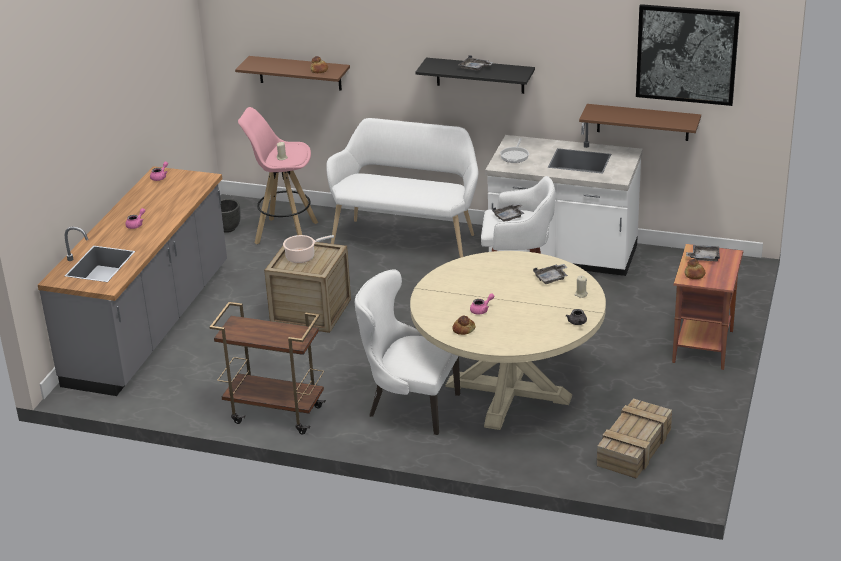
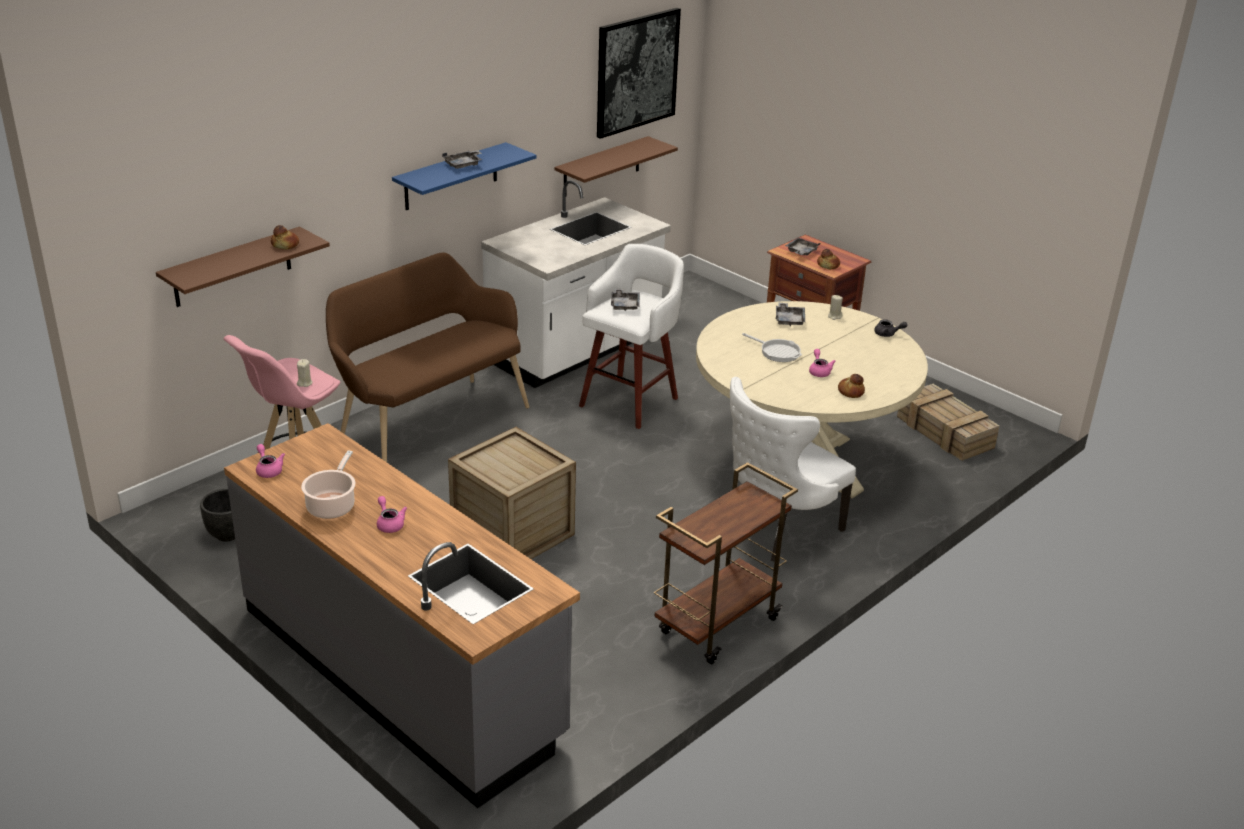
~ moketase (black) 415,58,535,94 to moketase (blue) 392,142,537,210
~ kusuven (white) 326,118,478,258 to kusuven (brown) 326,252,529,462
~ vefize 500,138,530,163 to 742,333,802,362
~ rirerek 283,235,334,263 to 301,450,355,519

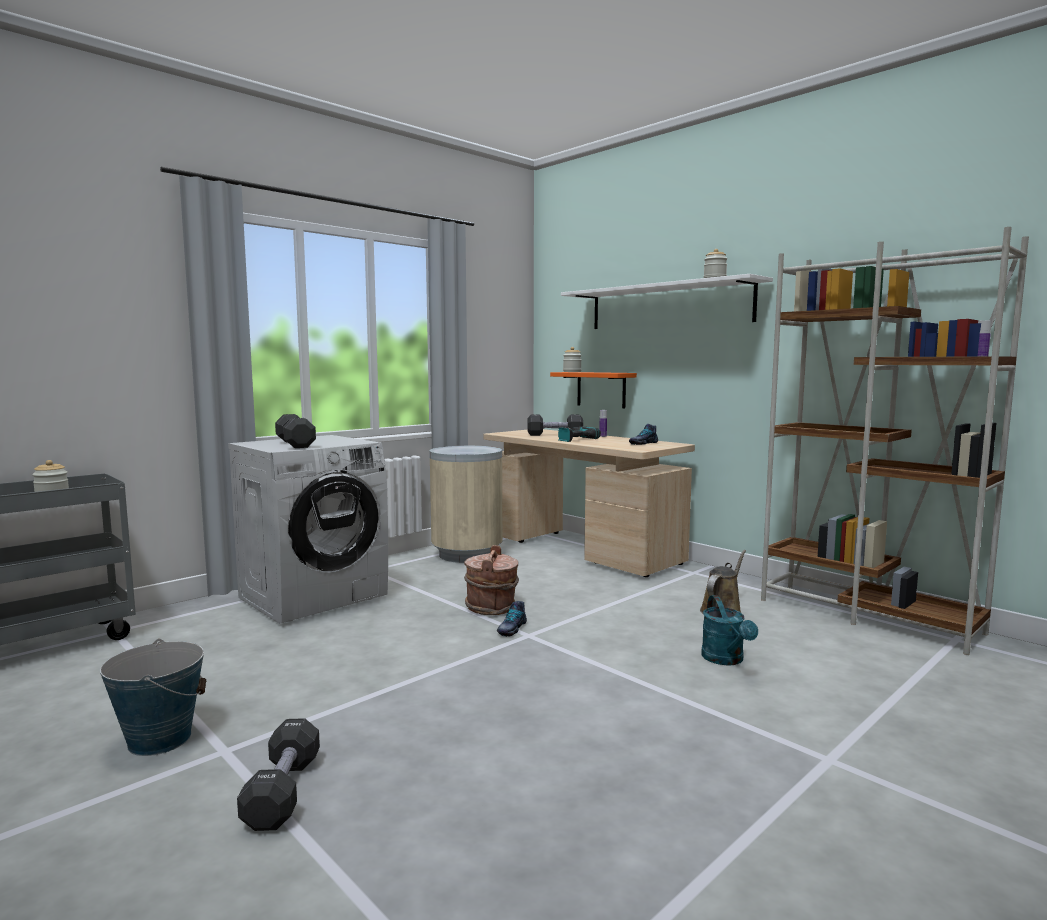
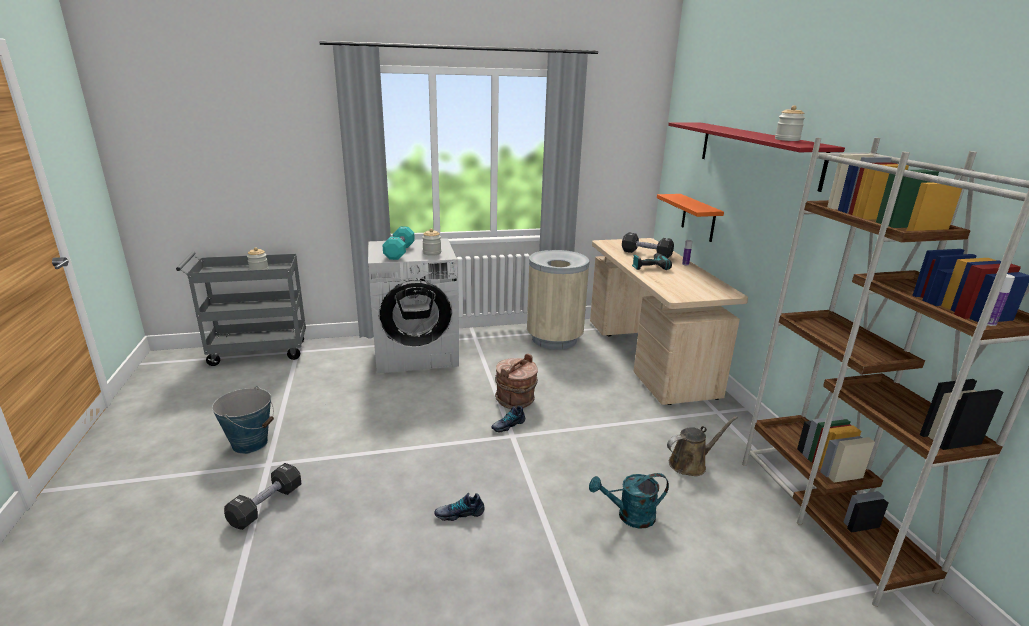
~ moketase (white) 561,274,773,329 to moketase (red) 668,122,845,192
~ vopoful 563,347,582,372 to 422,229,441,256
~ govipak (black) 275,414,316,448 to govipak (turquoise) 383,226,415,260
~ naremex 629,424,658,445 to 434,493,485,521
~ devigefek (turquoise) 701,595,758,665 = 589,473,669,529 60 degrees clockwise

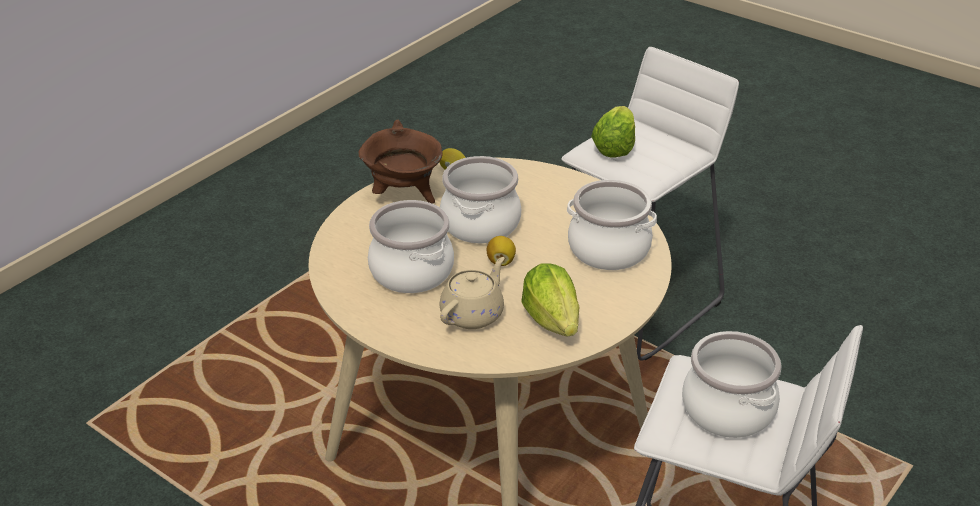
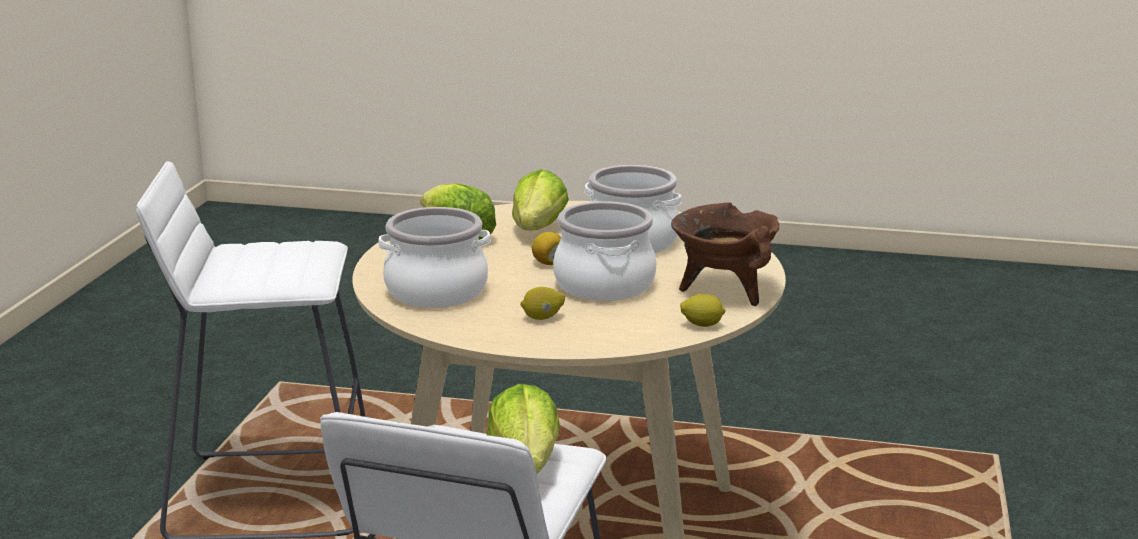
~ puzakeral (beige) 439,257,504,329 to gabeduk 512,169,569,231
- rirerek 682,331,782,438
+ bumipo 520,287,565,320

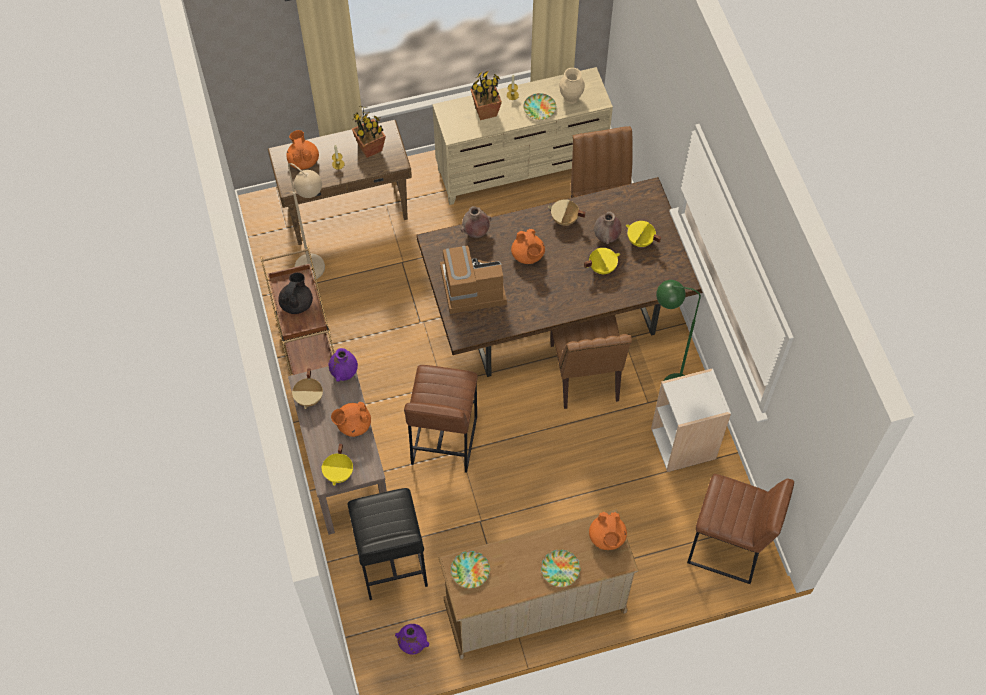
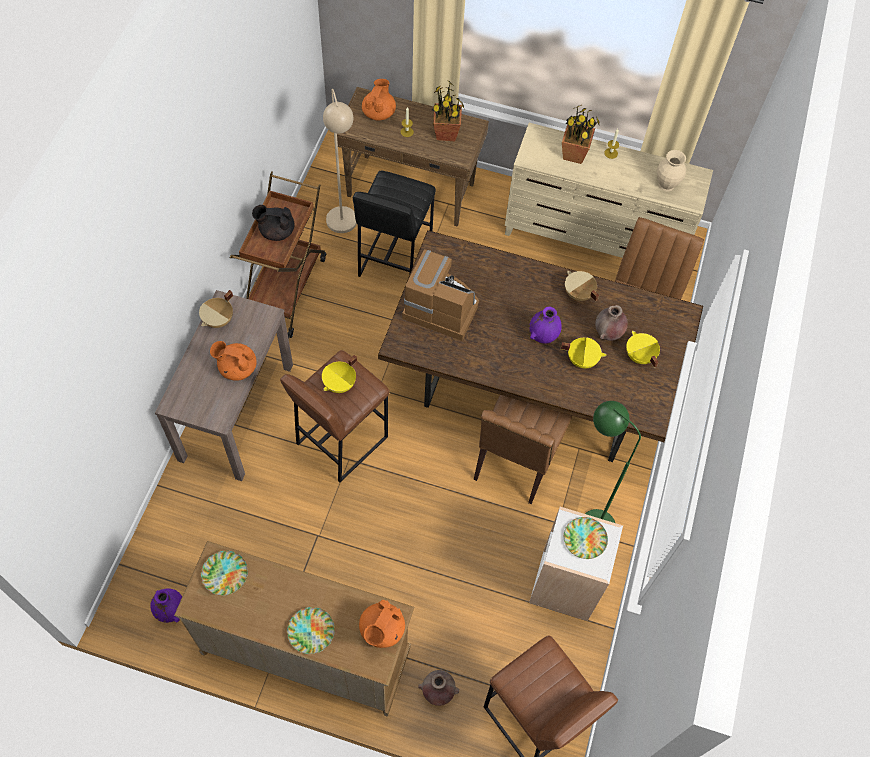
~ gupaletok 523,93,556,120 to 564,517,608,559
~ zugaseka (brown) 461,206,492,238 to 418,670,459,706
- puzakeral (orange) 511,229,545,264
~ puzakeral (black) 278,273,313,314 = 252,205,295,241 135 degrees counterclockwise
~ zugaseka (purple) 329,348,358,382 to 529,307,562,344
~ rirerek (yellow) 322,444,353,486 to 322,355,357,393
~ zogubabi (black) 348,488,428,600 to 353,171,436,277

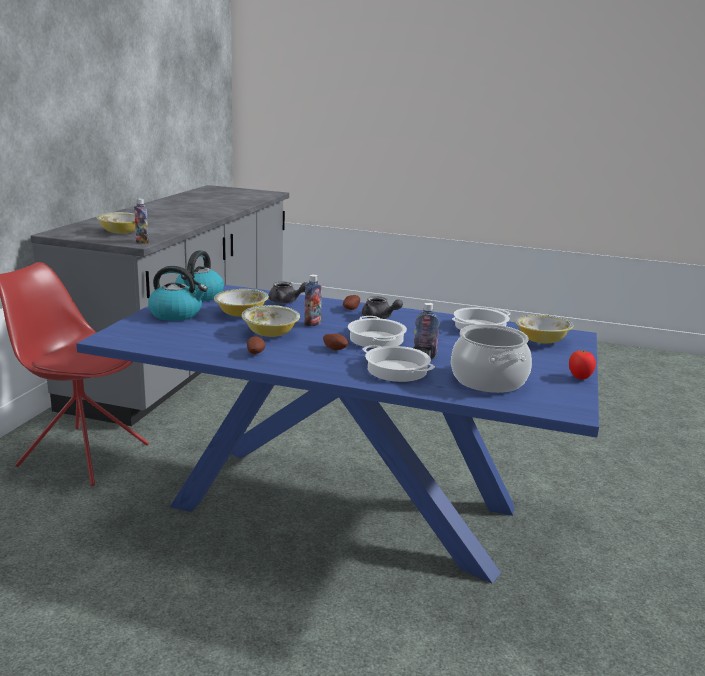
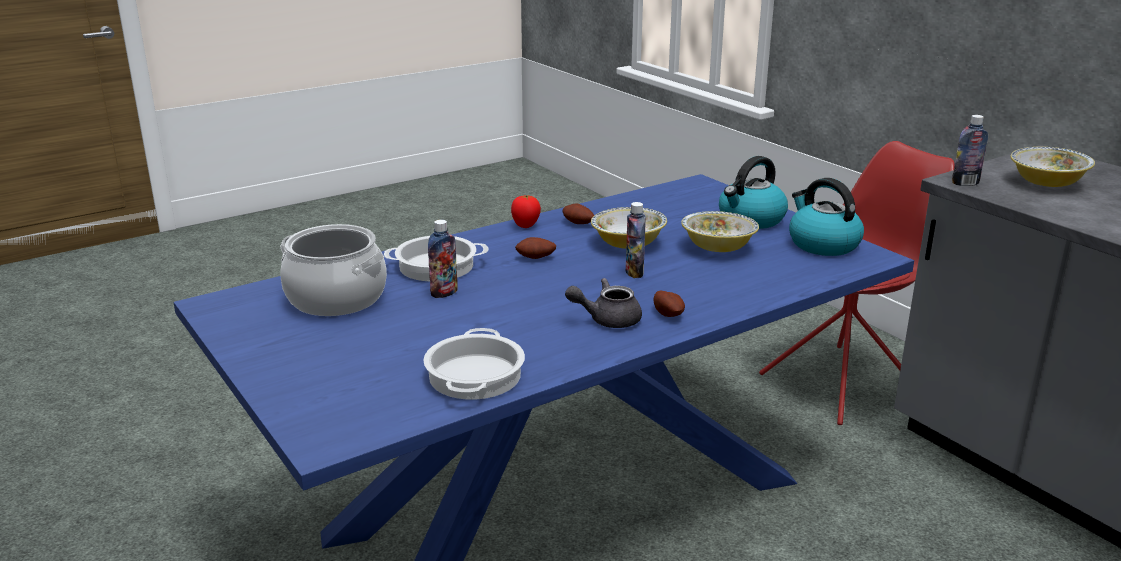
- puzakeral (grey) 269,282,307,303
- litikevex 515,314,574,343
- rirerek 348,316,407,348
~ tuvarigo 569,350,596,380 to 511,195,541,228

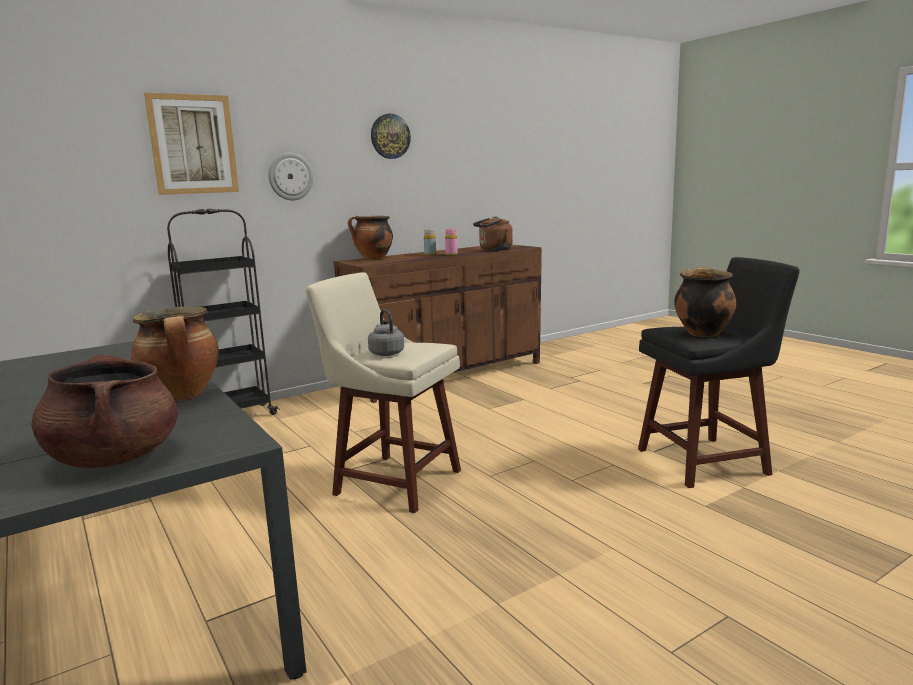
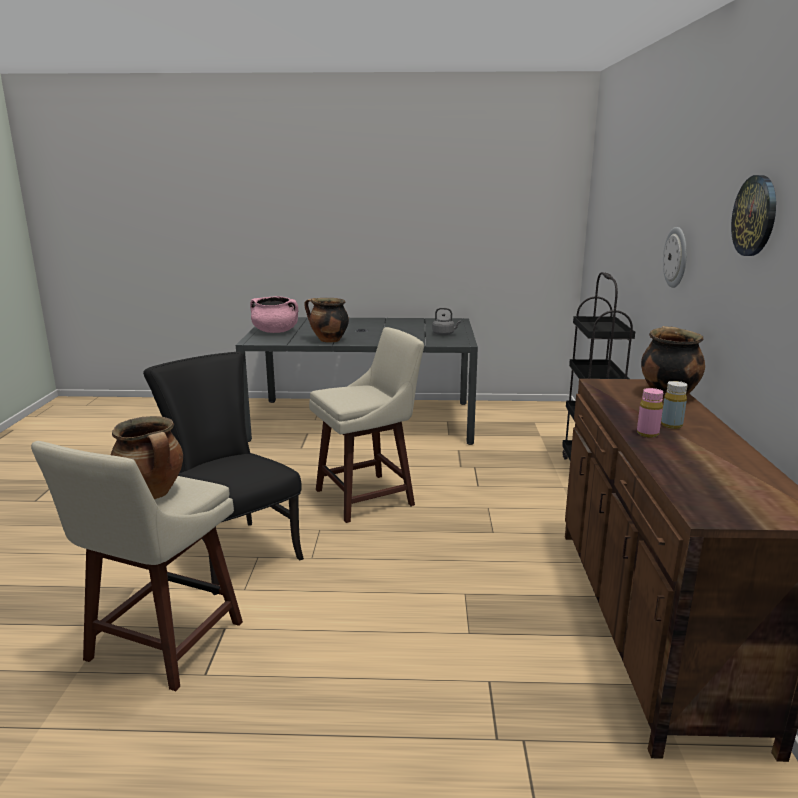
- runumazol 144,93,239,195
- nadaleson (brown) 473,216,513,250
~ zogubabi (black) 638,257,800,488 to zogubabi (beige) 31,441,243,691
~ nadaleson (grey) 368,309,404,356 to 432,308,461,336
~ rirerek (brown) 31,354,178,468 to rirerek (pink) 250,296,298,333
+ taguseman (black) 143,352,304,595

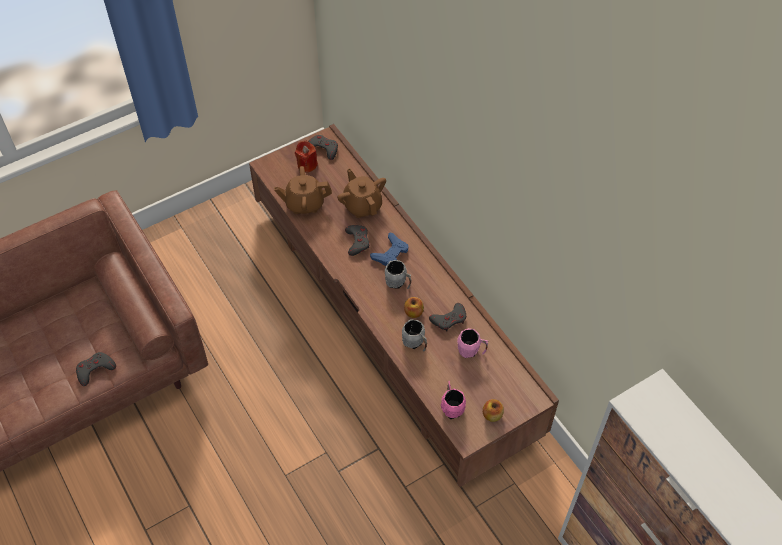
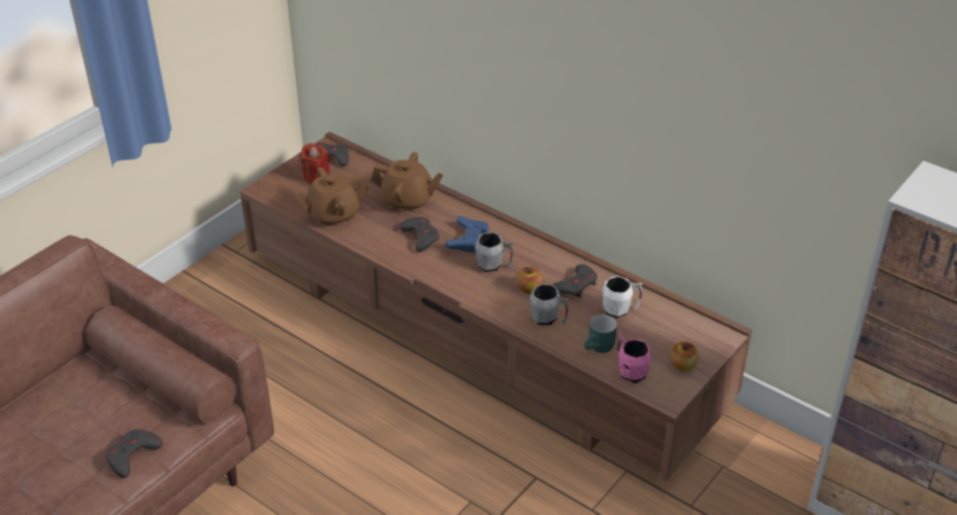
~ puzakeral (brown) 337,168,386,218 = 371,152,443,212 150 degrees clockwise
~ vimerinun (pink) 457,328,488,358 to vimerinun (white) 602,276,643,318
+ vimerinun (turquoise) 584,314,617,353

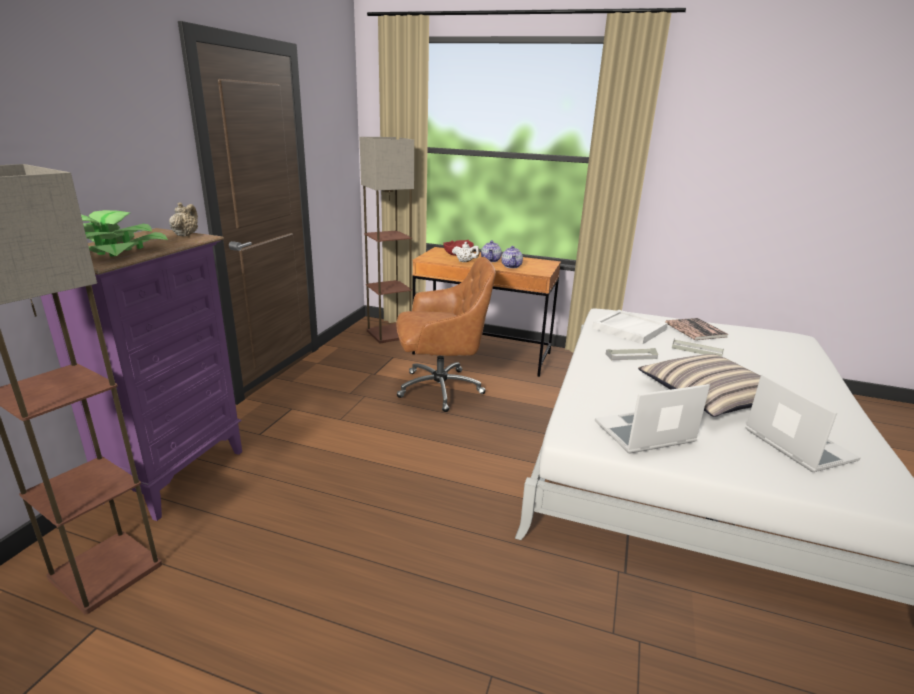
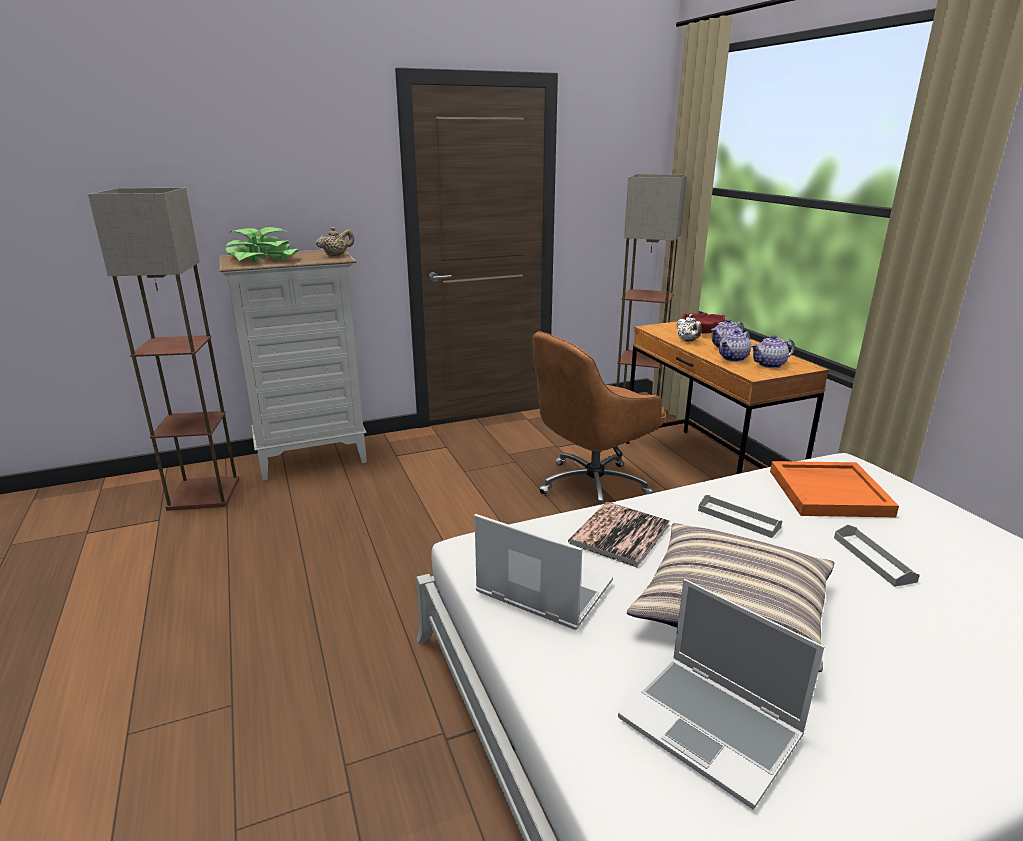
~ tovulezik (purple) 40,228,242,521 to tovulezik (white) 219,250,367,481
~ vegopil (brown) 396,257,496,412 = 532,331,666,505 105 degrees clockwise
~ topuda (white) 592,310,668,344 to topuda (orange) 770,461,899,517
~ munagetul 665,318,728,340 to 568,502,670,567
~ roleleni 745,374,860,472 = 618,579,824,810 105 degrees clockwise
+ puzakeral 750,335,795,368

